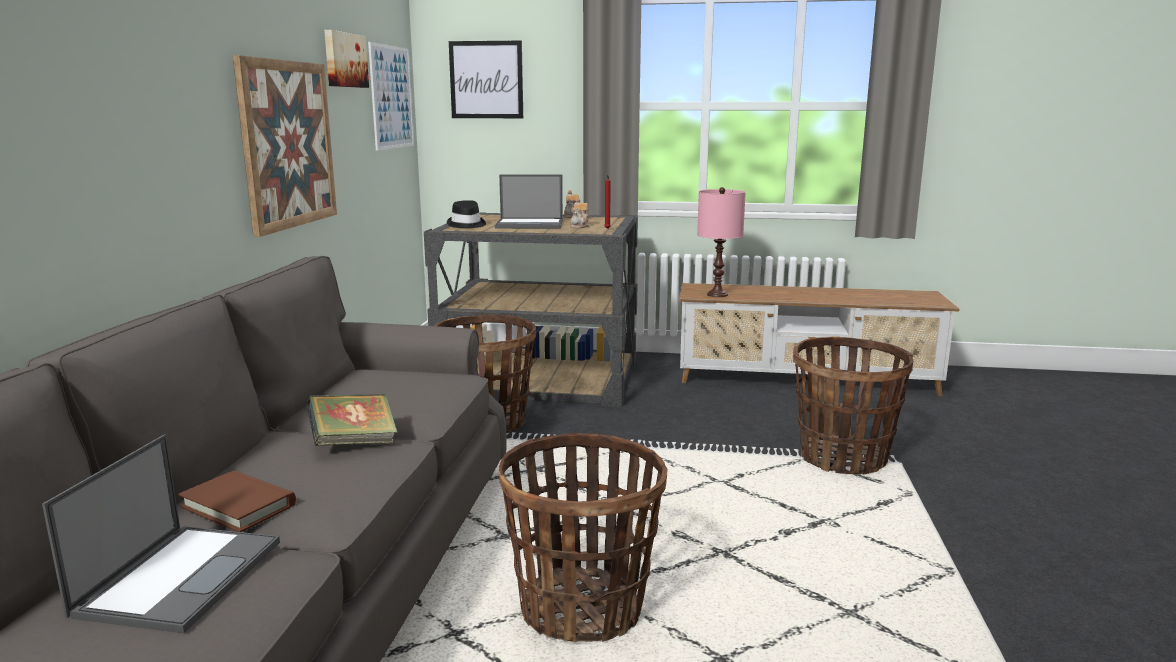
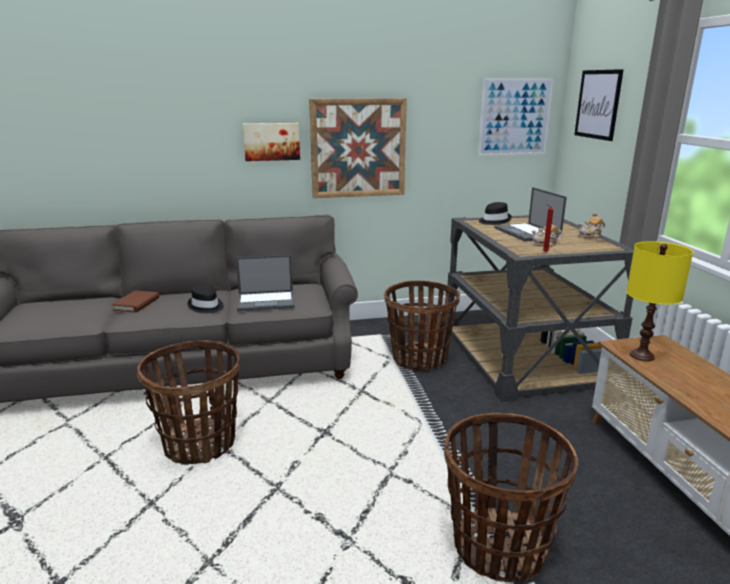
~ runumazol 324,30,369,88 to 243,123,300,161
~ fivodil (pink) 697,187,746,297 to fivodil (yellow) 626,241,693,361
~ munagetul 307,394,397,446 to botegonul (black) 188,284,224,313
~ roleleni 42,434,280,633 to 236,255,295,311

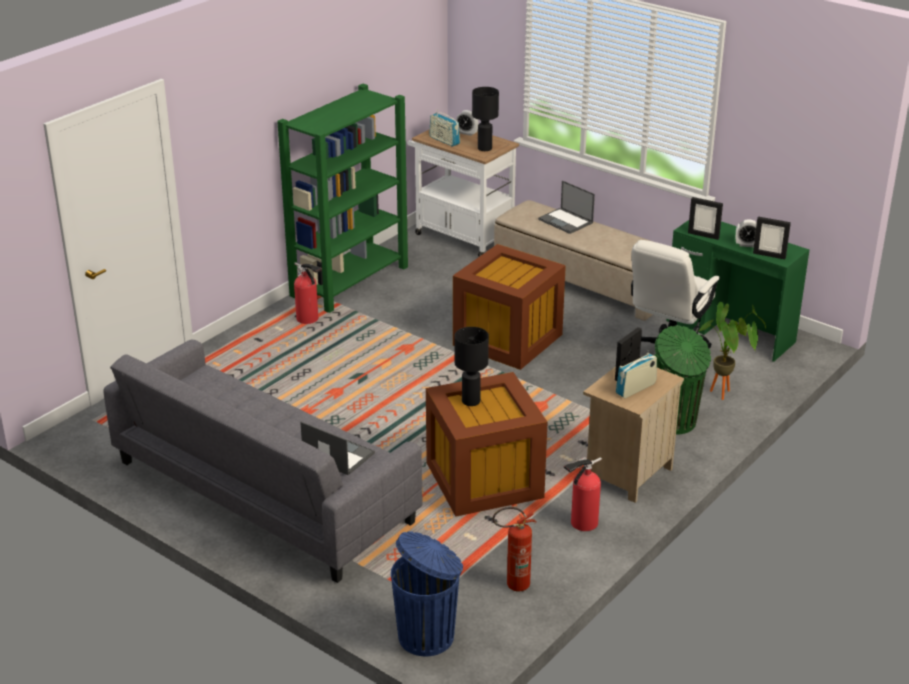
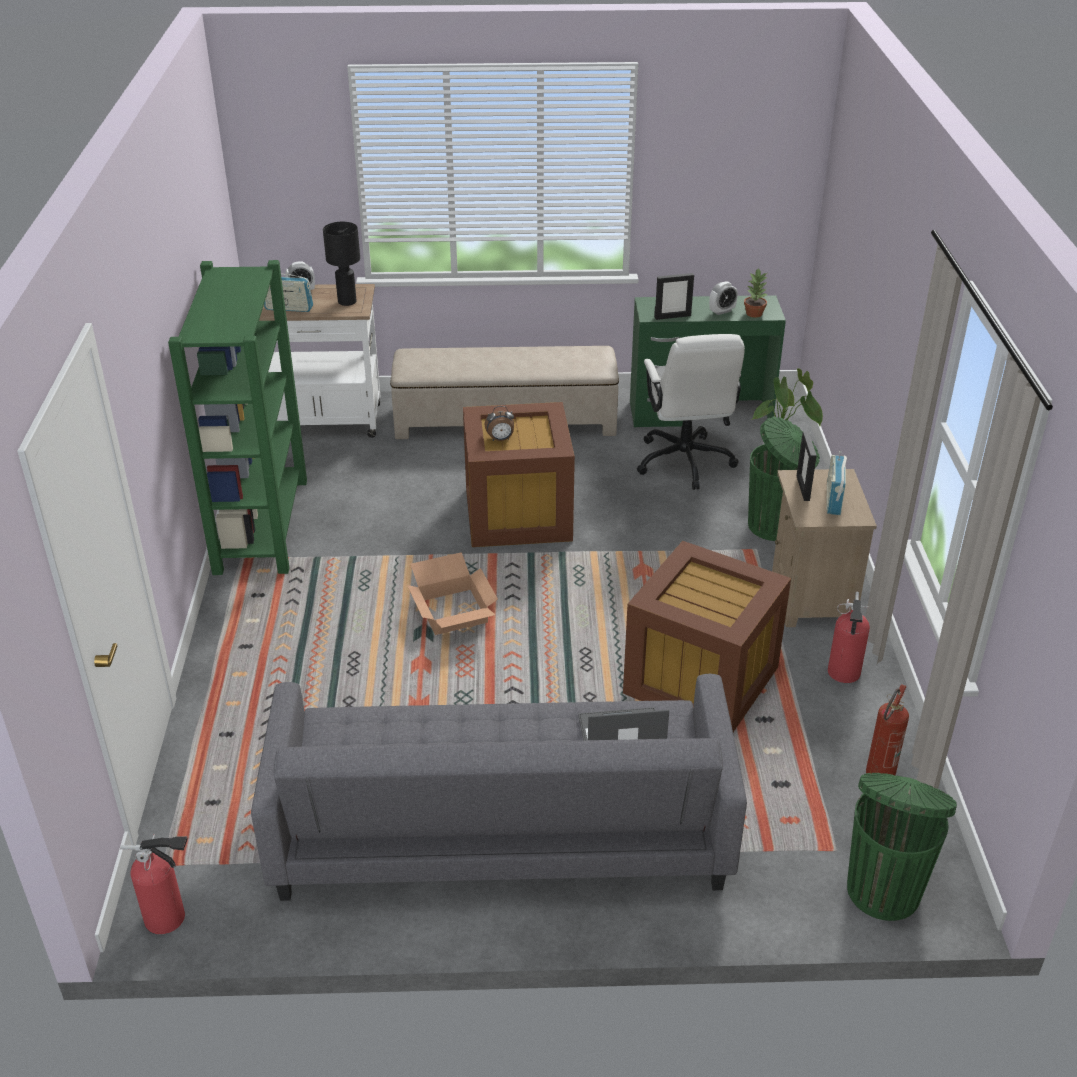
- roleleni 538,180,595,234
~ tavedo 753,217,791,259 to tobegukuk 744,269,767,318
~ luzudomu 294,262,322,324 to 120,834,188,934
- fivodil (black) 454,327,489,406
~ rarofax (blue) 391,532,463,656 to rarofax (green) 847,773,957,921
+ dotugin 485,406,514,441
+ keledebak 407,552,498,635

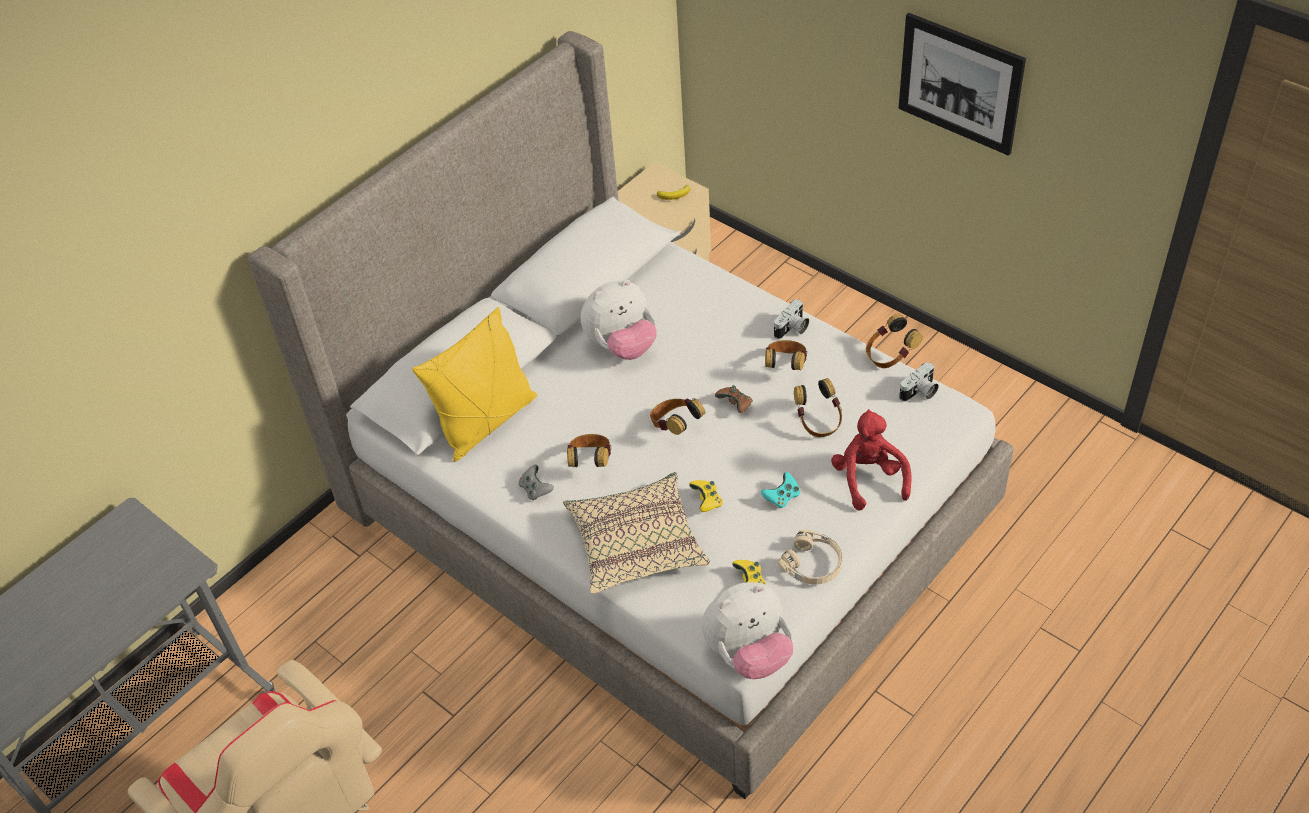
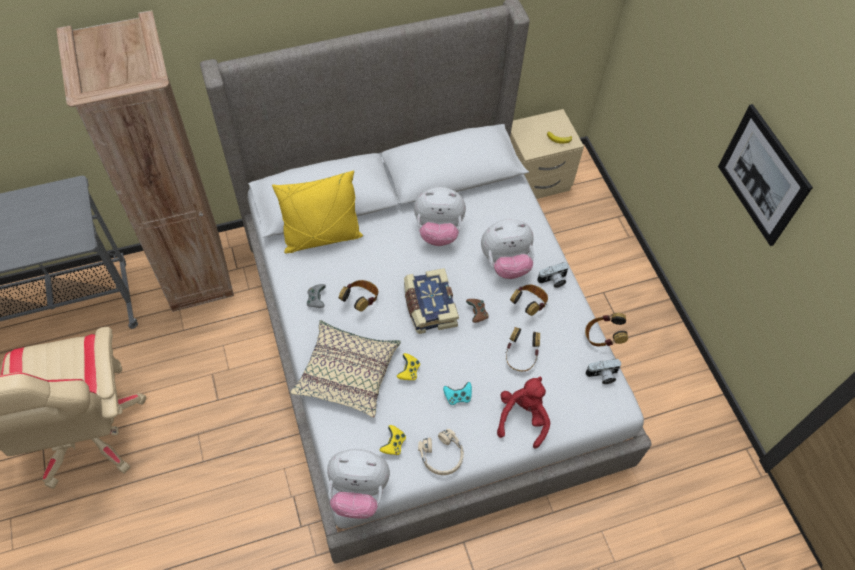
~ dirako 650,398,705,435 to munagetul 404,268,459,334
+ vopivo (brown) 56,10,234,312
+ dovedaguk 481,219,534,279

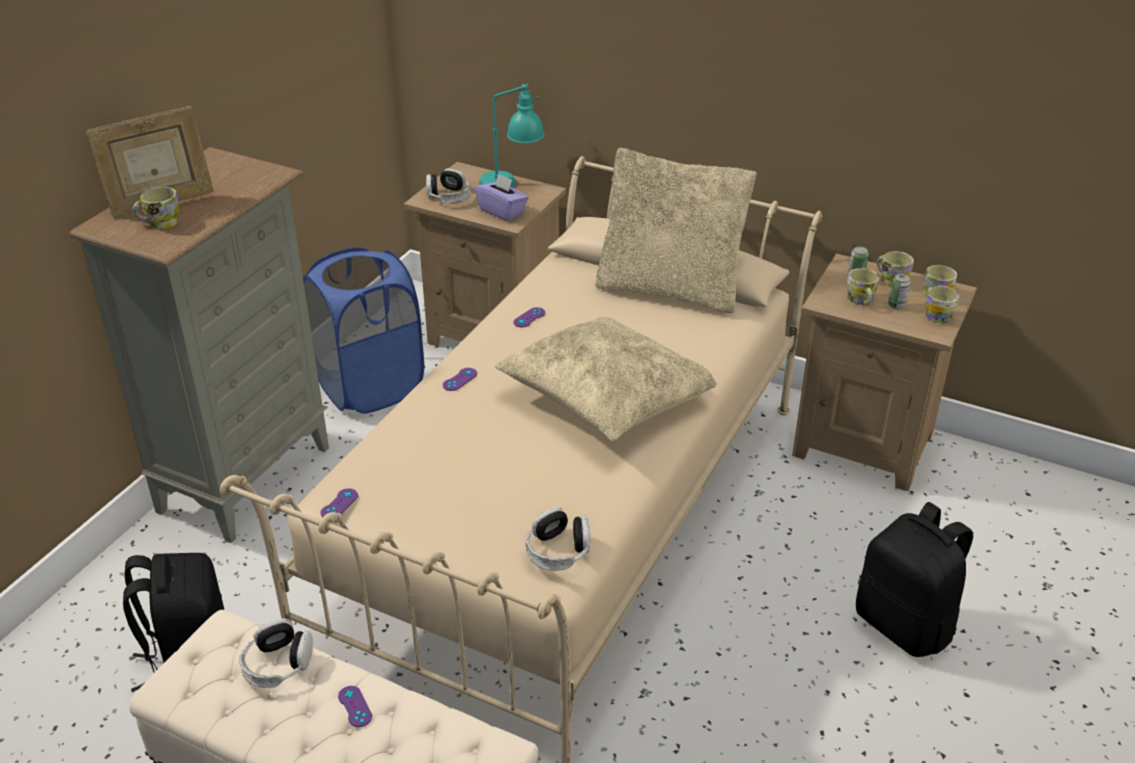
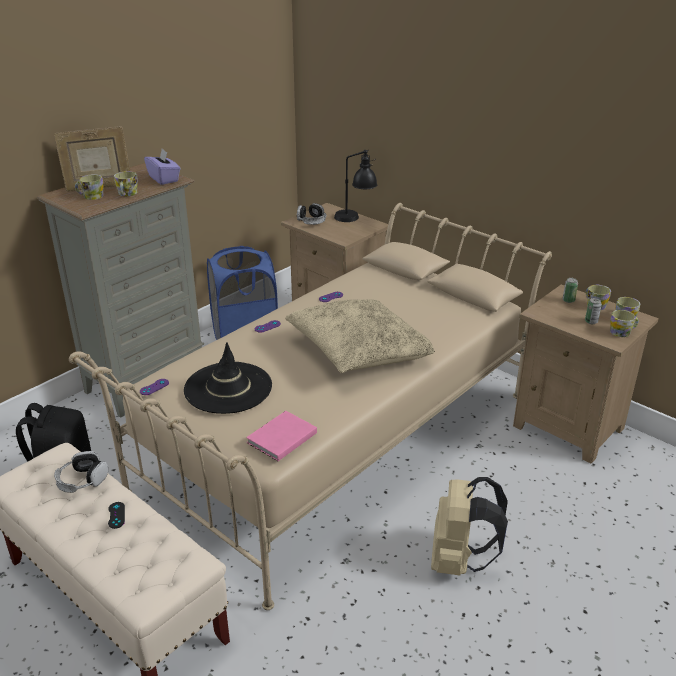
~ fivodil (turquoise) 479,83,545,188 to fivodil (black) 334,150,377,222
- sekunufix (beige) 595,148,757,313
~ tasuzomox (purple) 475,173,529,221 to 144,149,180,185
~ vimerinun 847,268,879,305 to 114,171,138,196
- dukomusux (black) 856,502,973,657
~ dirako 525,507,590,571 to munagetul (pink) 246,411,317,461
~ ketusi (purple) 338,686,372,727 to ketusi (black) 108,502,125,529
+ botegonul (black) 184,342,272,414
+ dukomusux (beige) 431,477,508,576

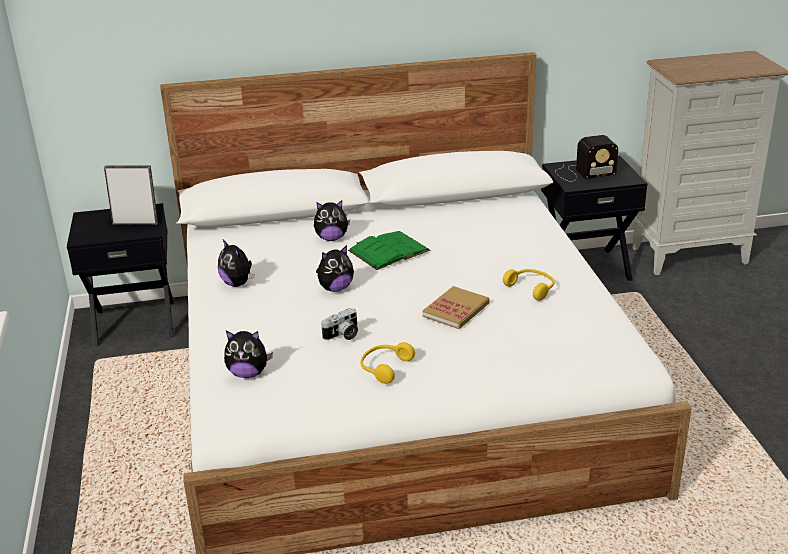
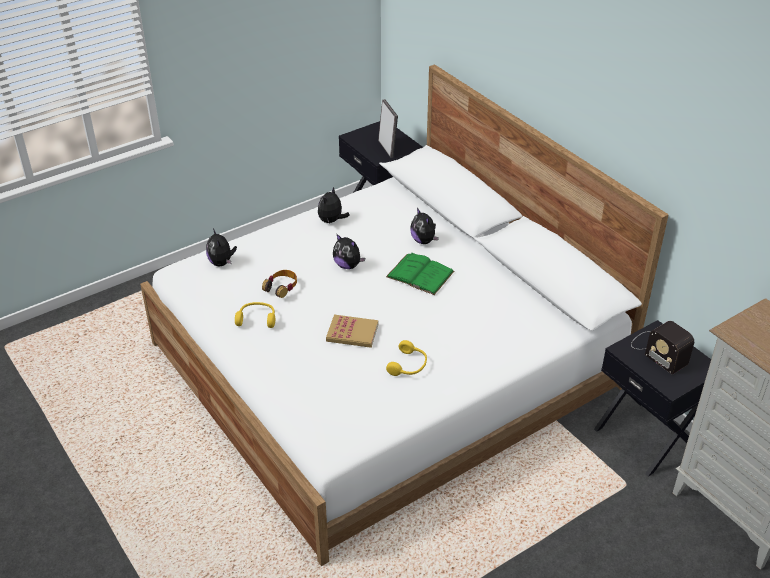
~ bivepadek 321,308,358,340 to dirako 262,270,297,298

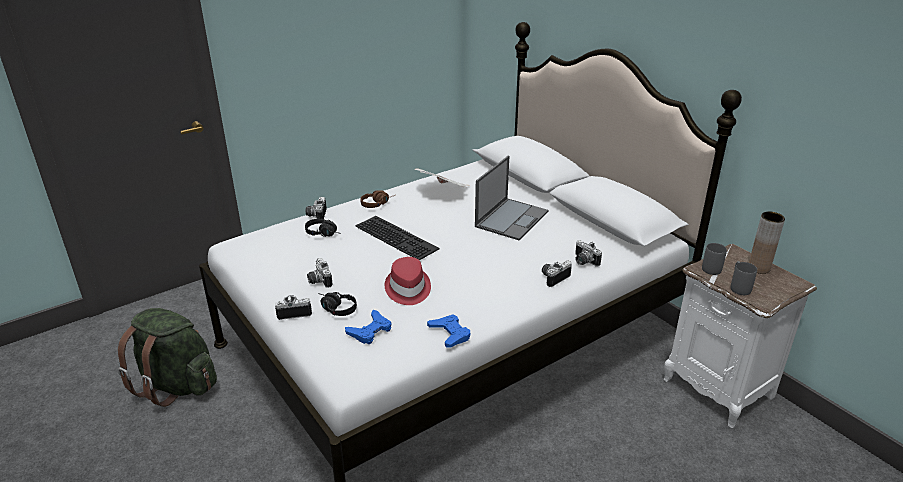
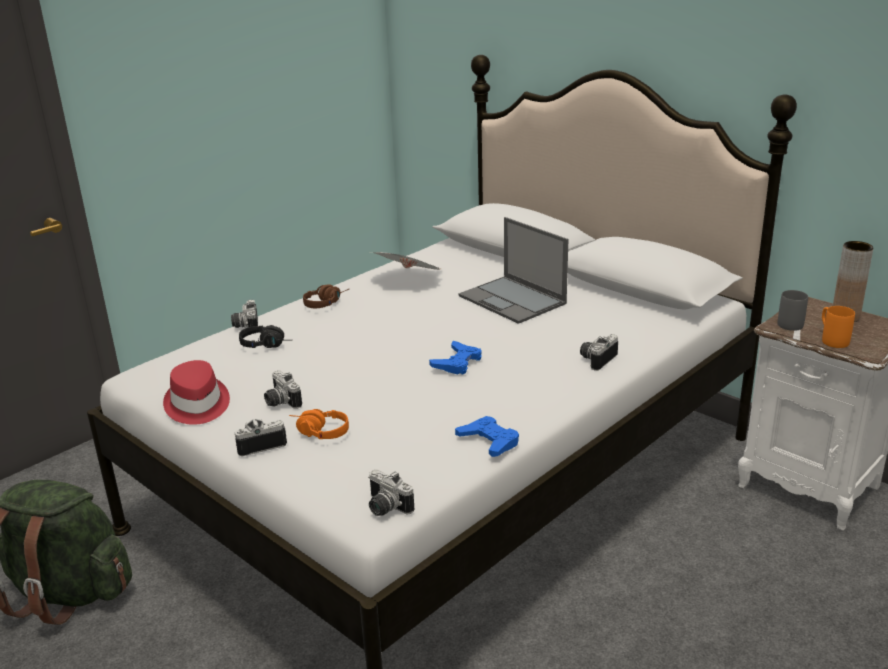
~ roleleni 475,156,549,240 = 458,217,569,324 120 degrees clockwise
- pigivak 355,216,439,260
~ bivepadek 575,240,602,266 to 368,470,414,516
~ botegonul (red) 385,257,431,305 to 163,360,230,425
~ vimerinun (grey) 730,261,757,295 to vimerinun (orange) 822,306,855,348
~ dirako (black) 319,292,357,316 to dirako (orange) 289,409,349,439
~ ketusi (blue) 345,309,392,344 to 429,341,481,375

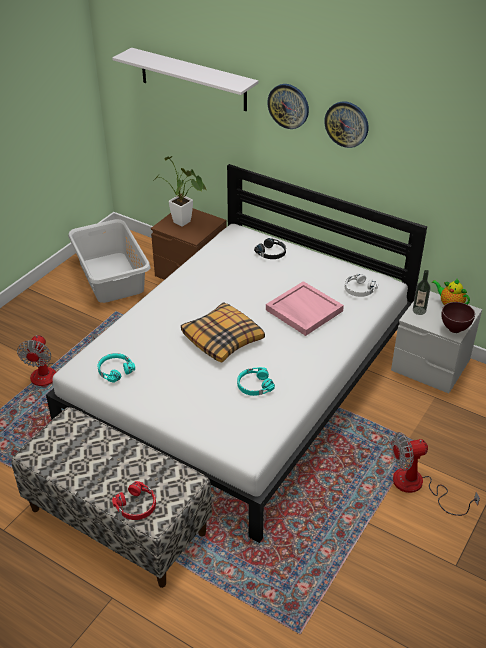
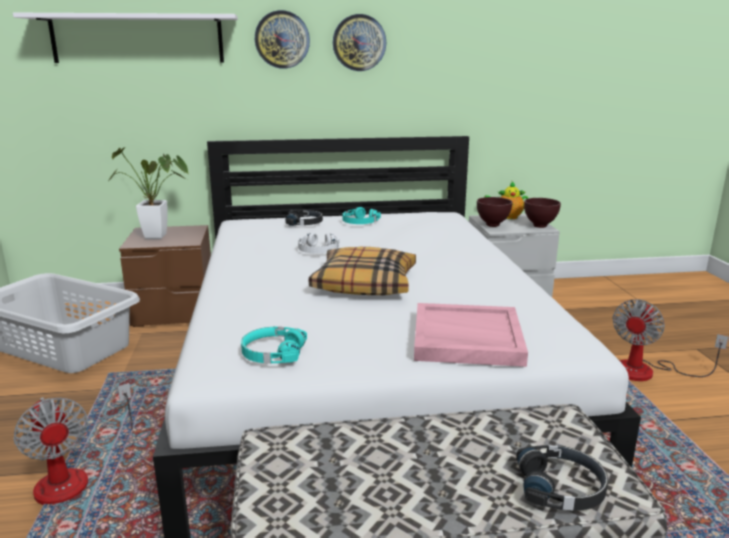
~ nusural 413,270,431,315 to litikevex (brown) 477,197,512,227
~ dirako (white) 345,273,378,297 to 298,233,340,254
~ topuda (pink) 266,281,344,336 to 414,303,528,367
~ dirako (turquoise) 237,367,275,396 to 342,207,381,224
~ dirako (red) 112,481,156,520 to dirako (black) 516,445,608,511

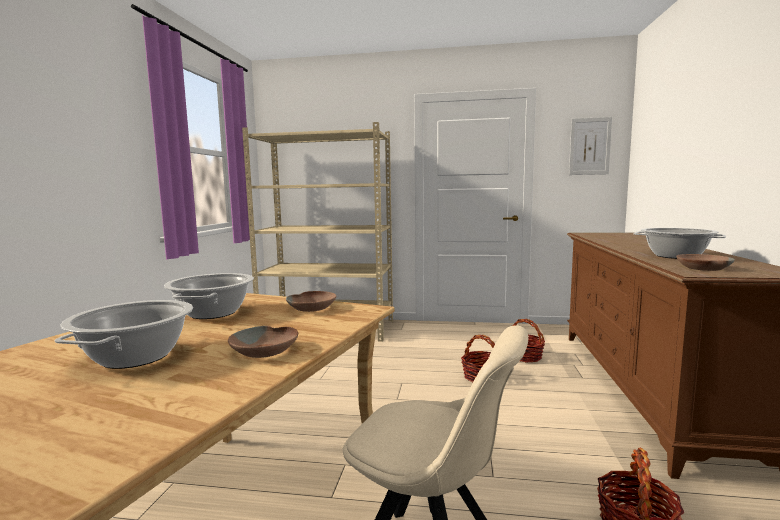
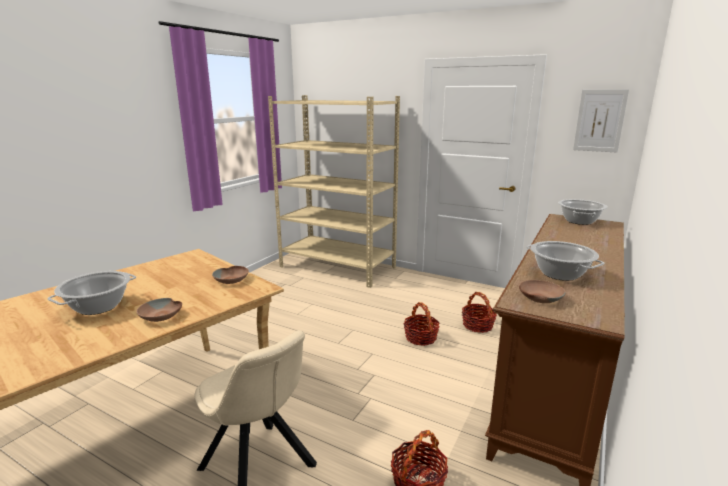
~ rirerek 164,273,254,319 to 558,199,607,225

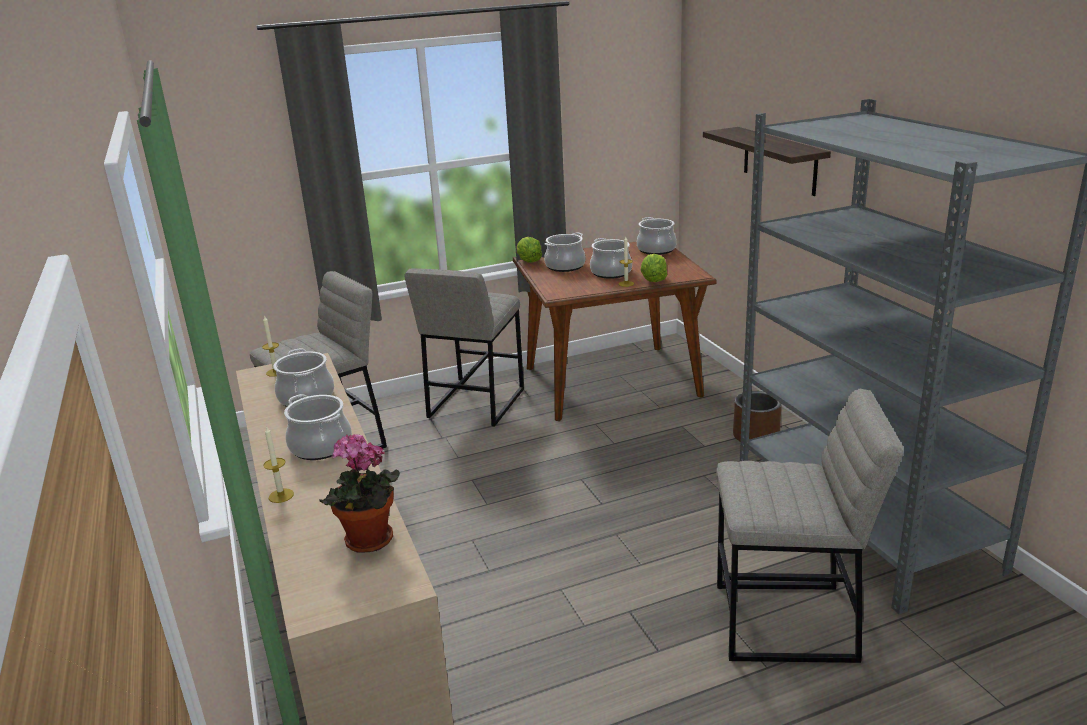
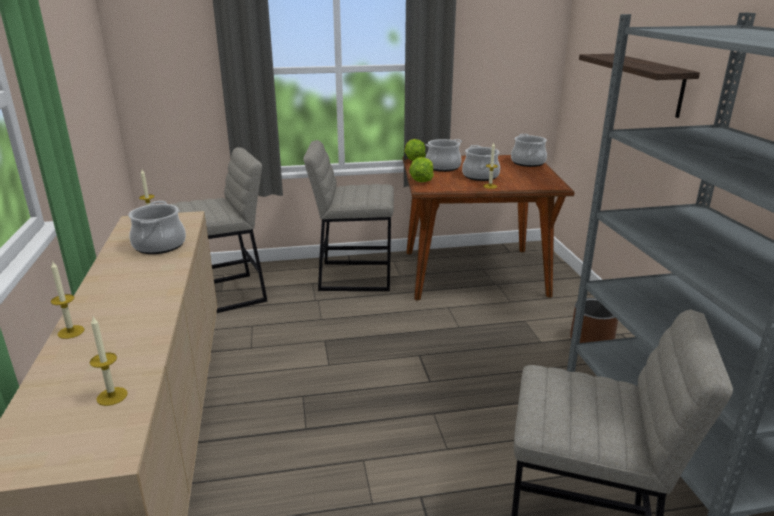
~ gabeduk 640,254,667,282 to 409,157,434,182
~ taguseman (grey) 404,268,524,426 = 304,140,394,291 60 degrees clockwise
- rirerek 284,394,352,460
~ tobegukuk 319,434,400,553 to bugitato 90,317,128,406

